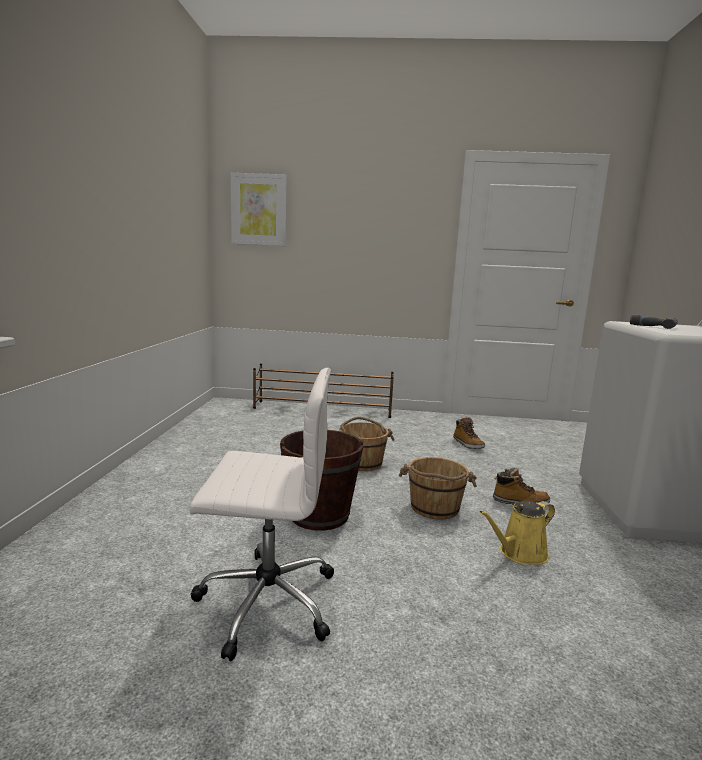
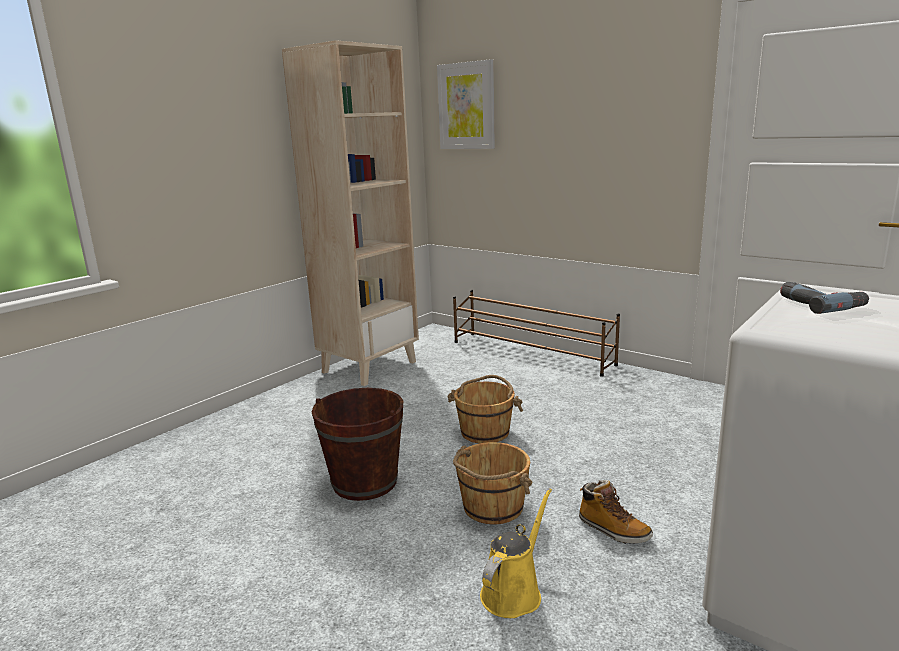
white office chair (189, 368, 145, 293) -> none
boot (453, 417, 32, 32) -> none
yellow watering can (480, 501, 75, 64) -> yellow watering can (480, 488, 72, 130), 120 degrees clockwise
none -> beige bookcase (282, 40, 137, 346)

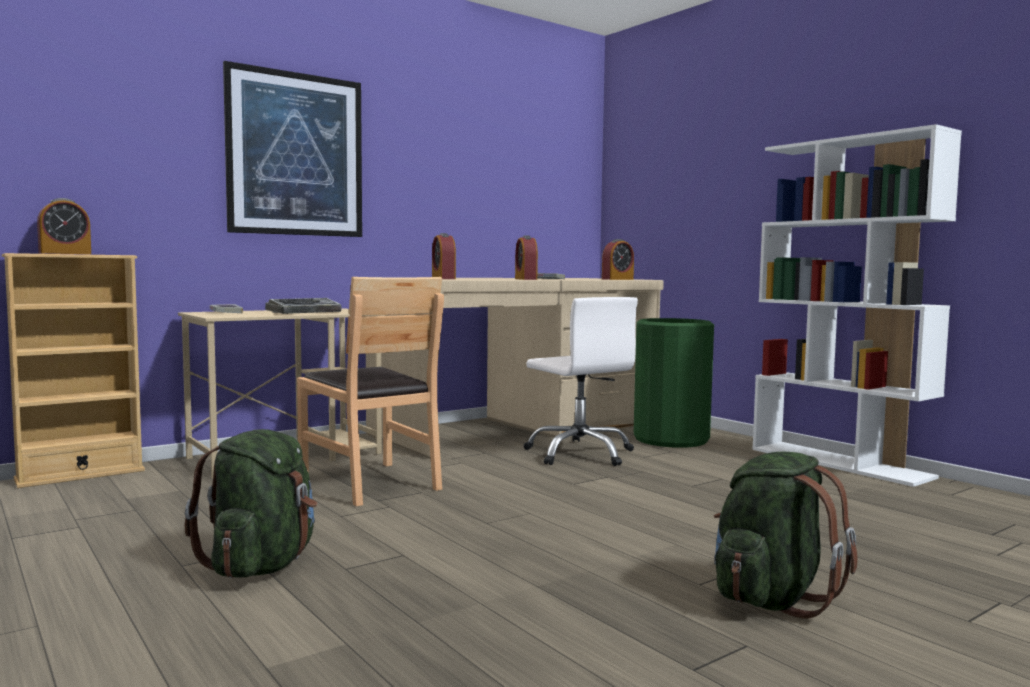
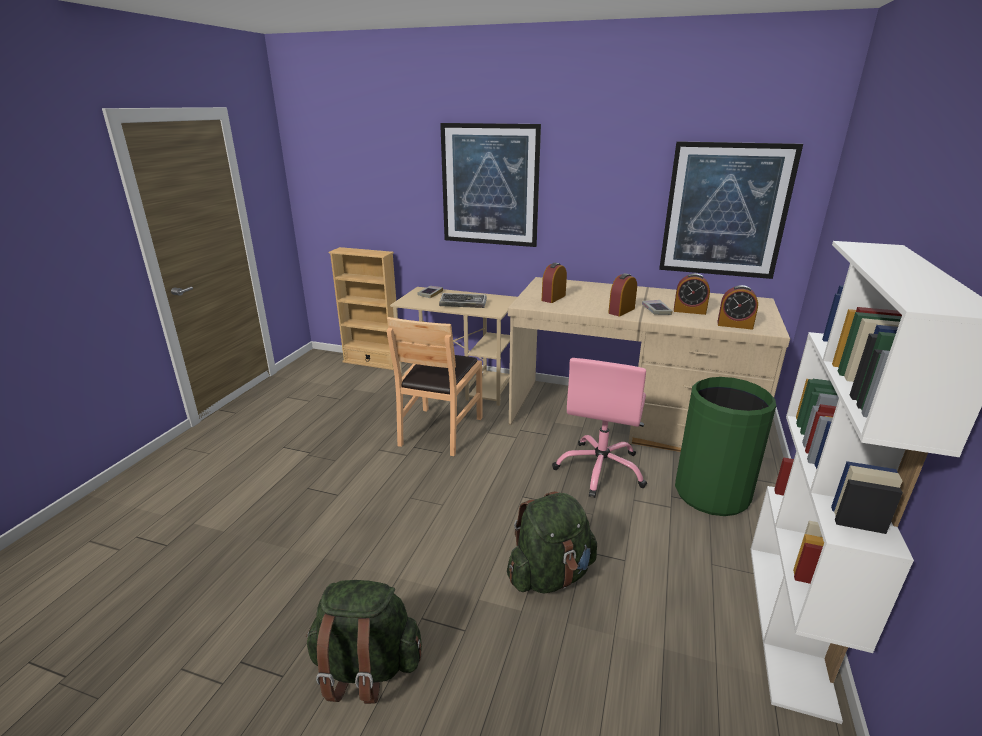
alarm clock (37, 198, 54, 56) -> alarm clock (674, 273, 36, 42), relocated
green backpack (185, 429, 132, 149) -> green backpack (507, 491, 90, 103), relocated
white office chair (523, 297, 115, 169) -> pink office chair (552, 358, 95, 140)
none -> picture (659, 141, 144, 138)

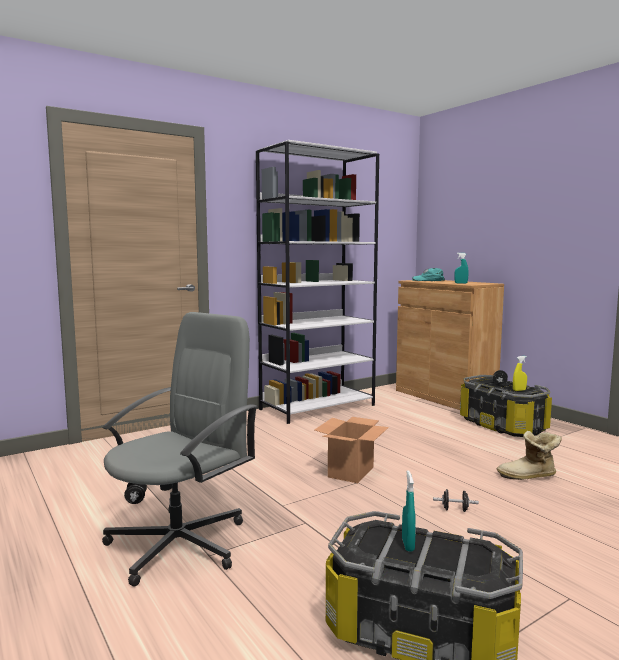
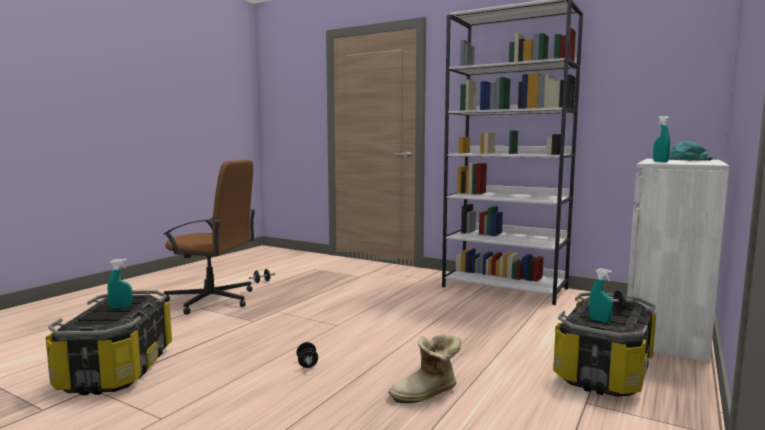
grey office chair (102, 312, 156, 275) -> brown office chair (163, 160, 92, 155)
cardboard box (314, 417, 75, 66) -> none
brown cabinet (396, 280, 108, 130) -> white cabinet (627, 159, 103, 204)
boot (497, 431, 65, 49) -> boot (388, 333, 73, 70), 90 degrees counterclockwise
yellow spray bottle (513, 356, 14, 35) -> turquoise spray bottle (589, 268, 24, 55)

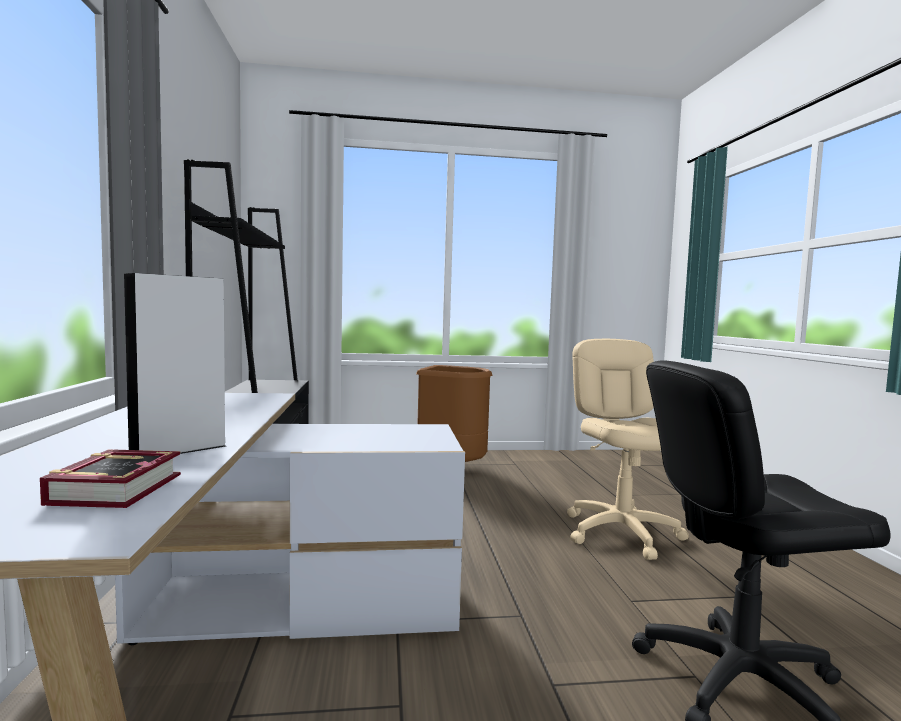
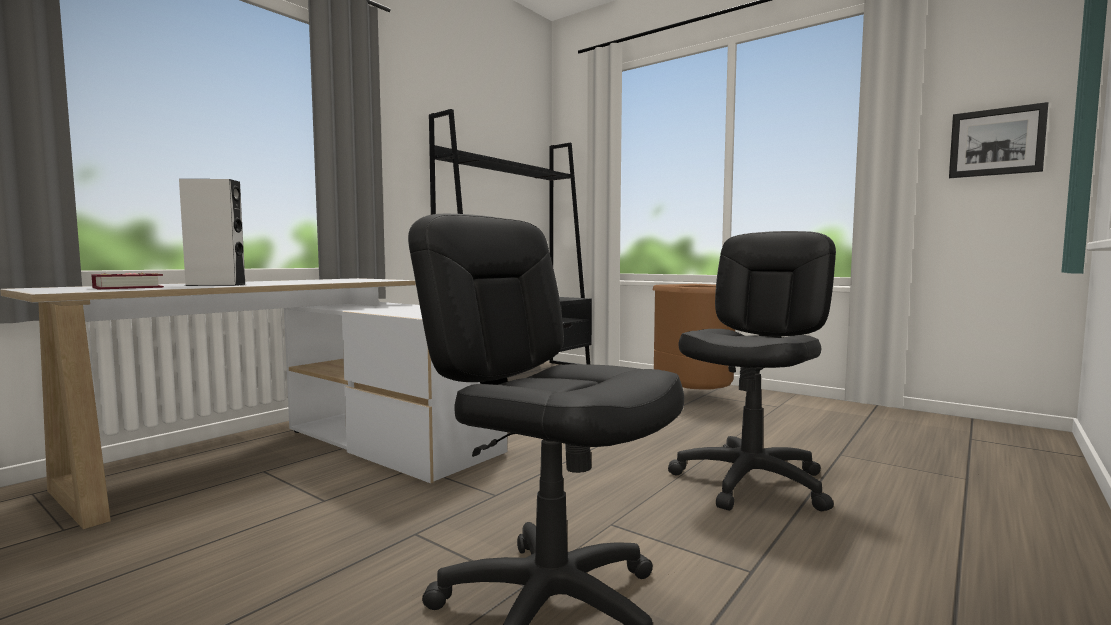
beige office chair (567, 339, 122, 221) -> black office chair (668, 231, 168, 280)
none -> picture (949, 102, 99, 76)

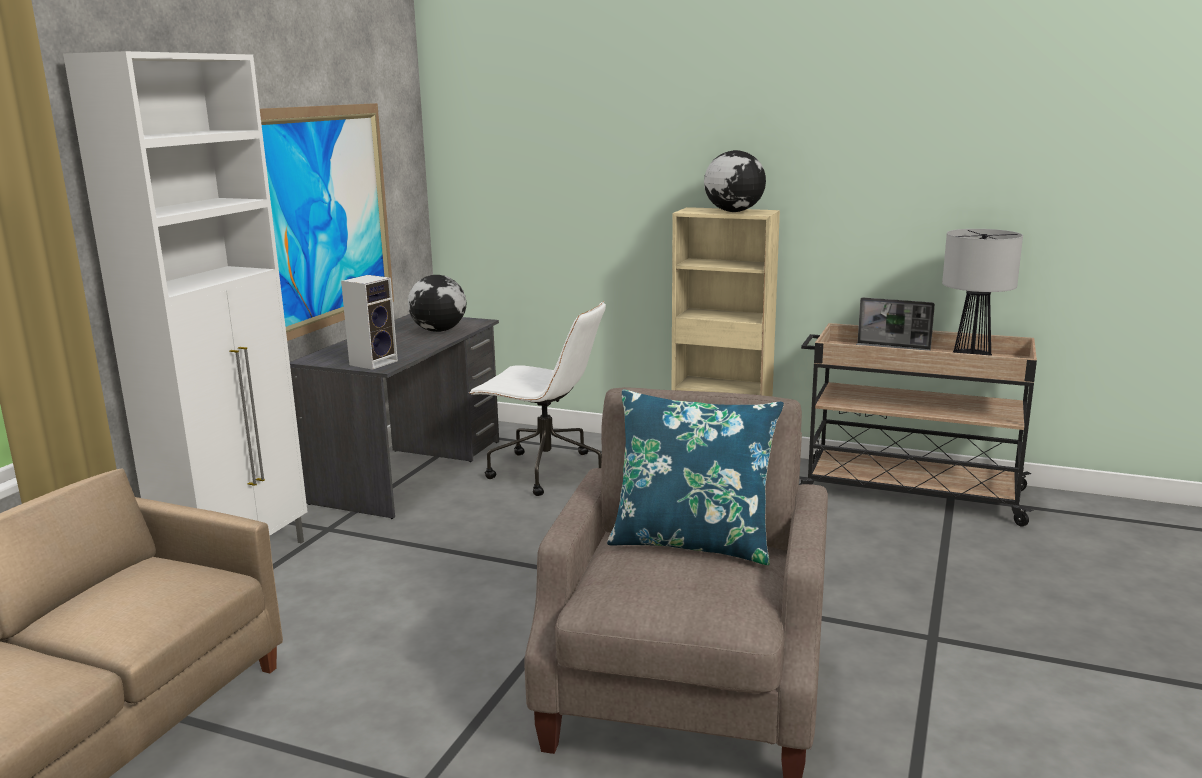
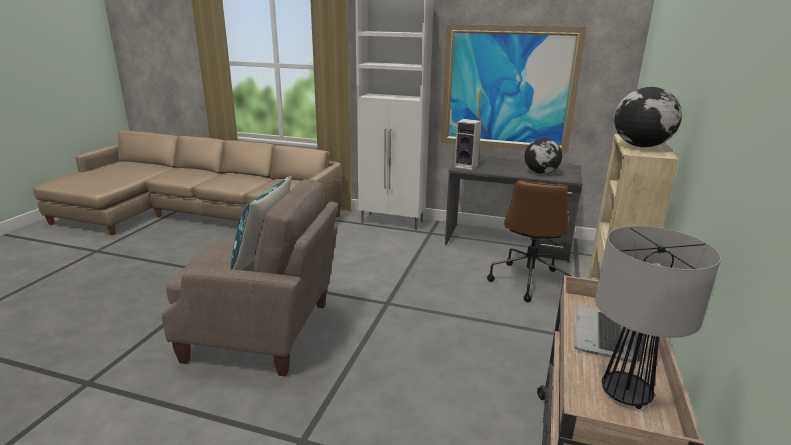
white office chair (469, 301, 137, 195) -> brown office chair (487, 181, 84, 121)

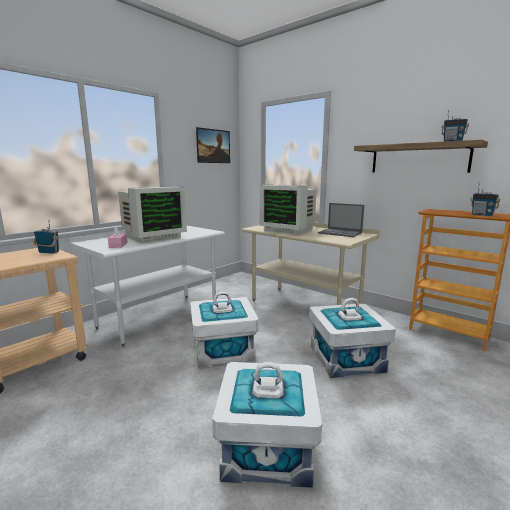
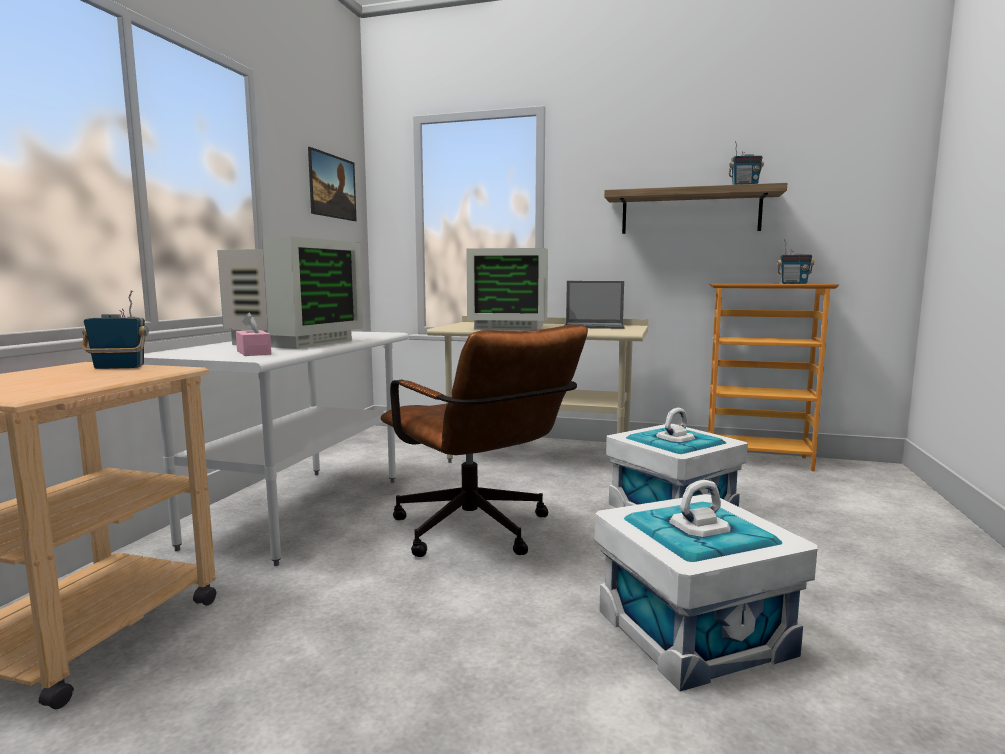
white storage box (190, 291, 69, 77) -> brown office chair (380, 324, 208, 233)

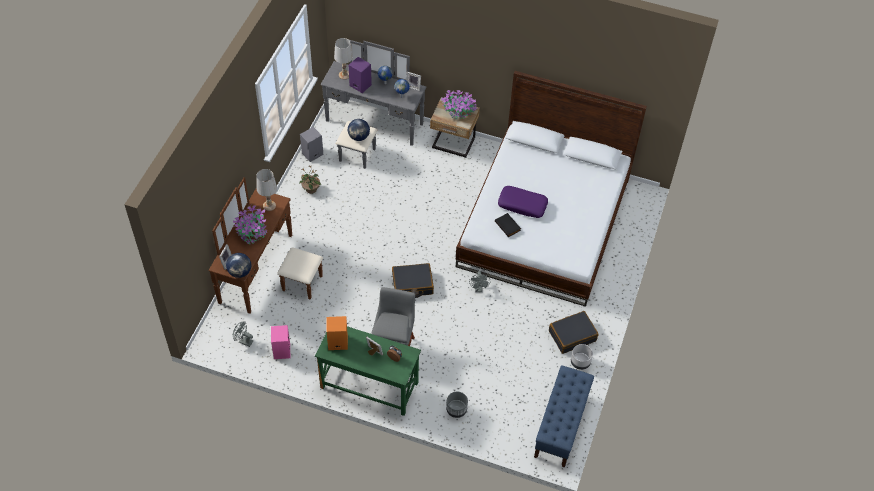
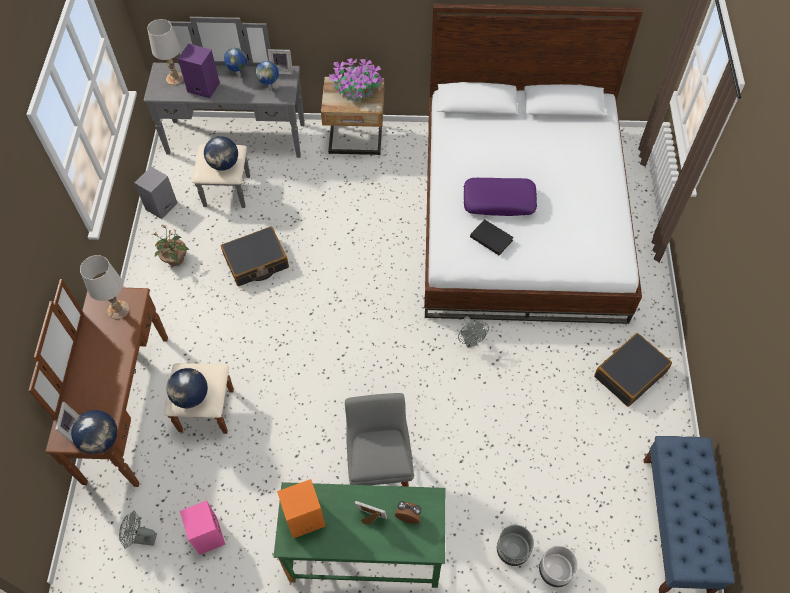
potted plant (233, 204, 34, 40) -> none
black suitcase (392, 263, 42, 35) -> black suitcase (221, 226, 68, 60), relocated
grey planter (571, 344, 22, 26) -> grey planter (539, 546, 39, 41), relocated
none -> globe (166, 368, 42, 40)

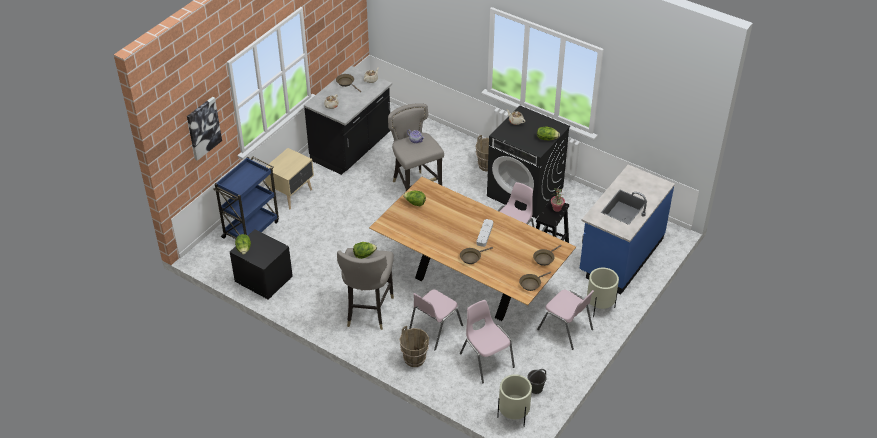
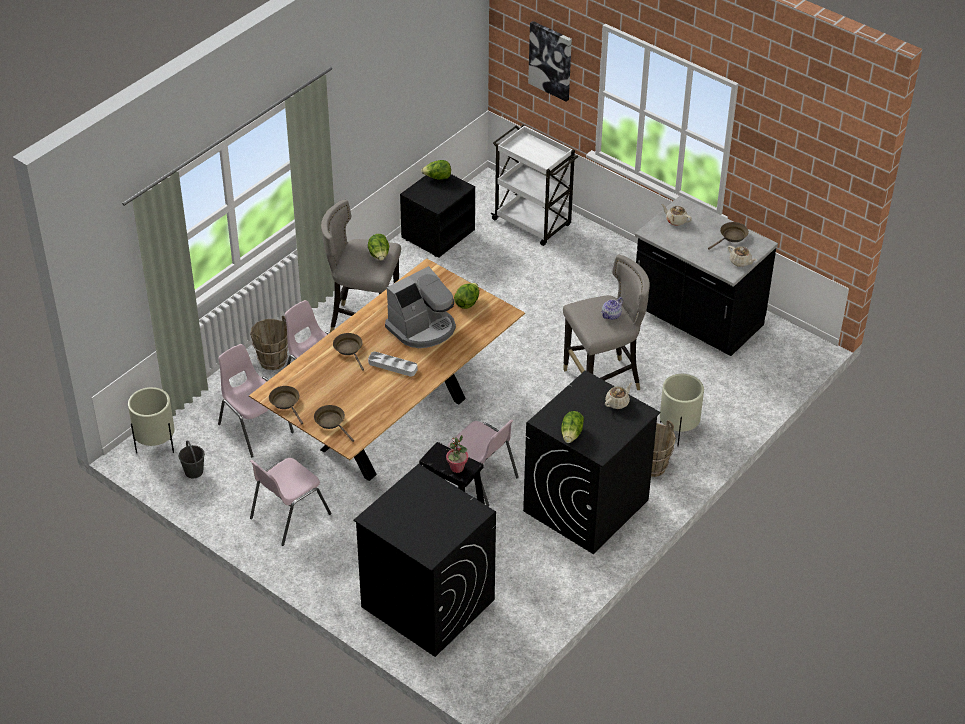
blue cart (213, 156, 66, 83) -> white cart (490, 125, 88, 121)
beige nightstand (265, 148, 49, 61) -> none
pink chair (460, 300, 55, 83) -> pink chair (218, 344, 76, 113), 105 degrees counterclockwise
blue counter (580, 164, 95, 130) -> black washing machine (354, 464, 142, 193)
beige planter (587, 268, 32, 49) -> beige planter (660, 374, 44, 73), relocated
none -> coffee machine (385, 266, 71, 82)

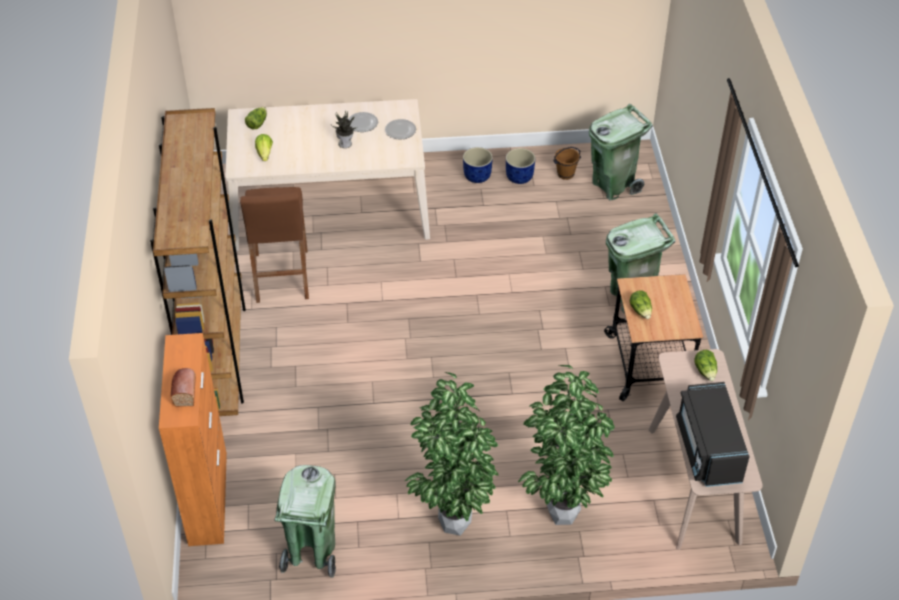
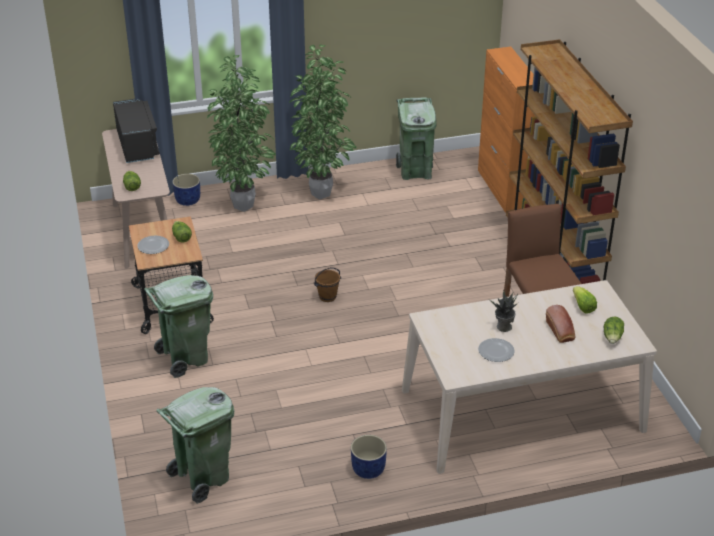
bread (171, 368, 25, 39) -> bread (546, 305, 29, 38), relocated
plate (385, 119, 31, 21) -> plate (137, 236, 32, 18), relocated
blue planter (506, 148, 29, 36) -> blue planter (172, 174, 28, 32), relocated
brown bucket (553, 147, 28, 33) -> brown bucket (314, 267, 27, 35), relocated

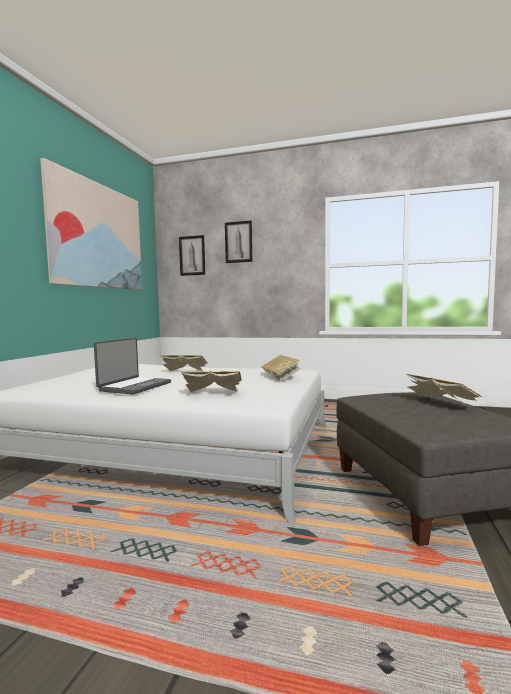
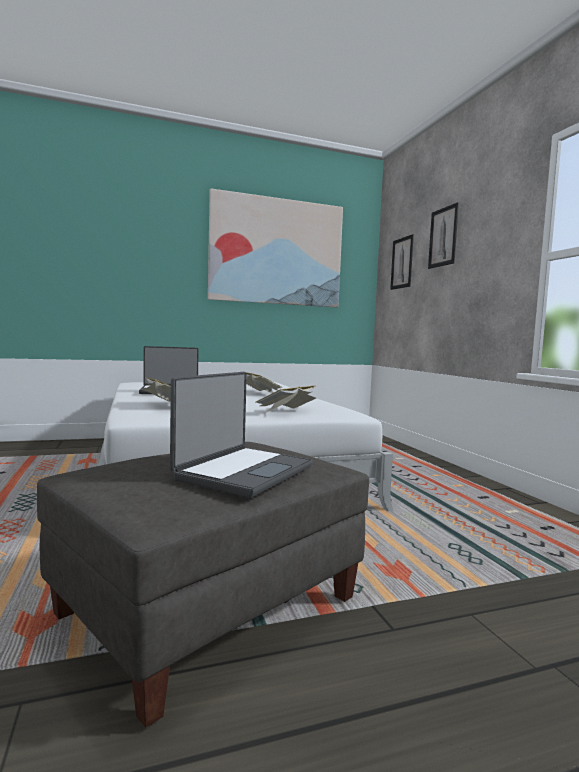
book (407, 374, 75, 32) -> laptop (170, 372, 143, 126)

